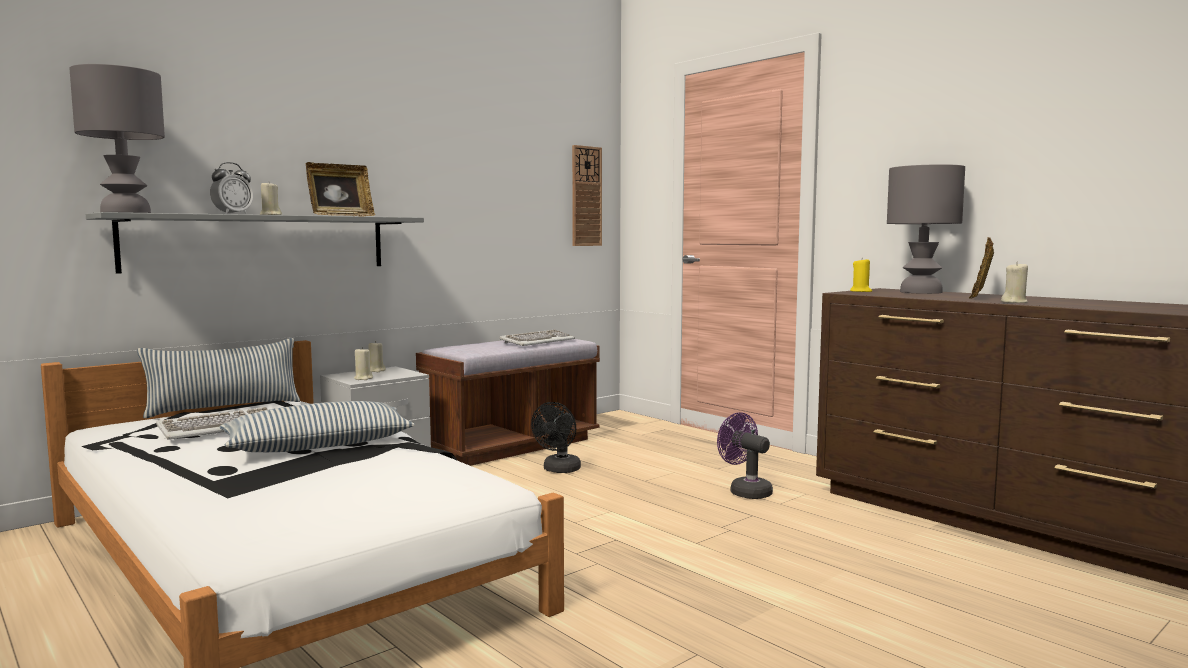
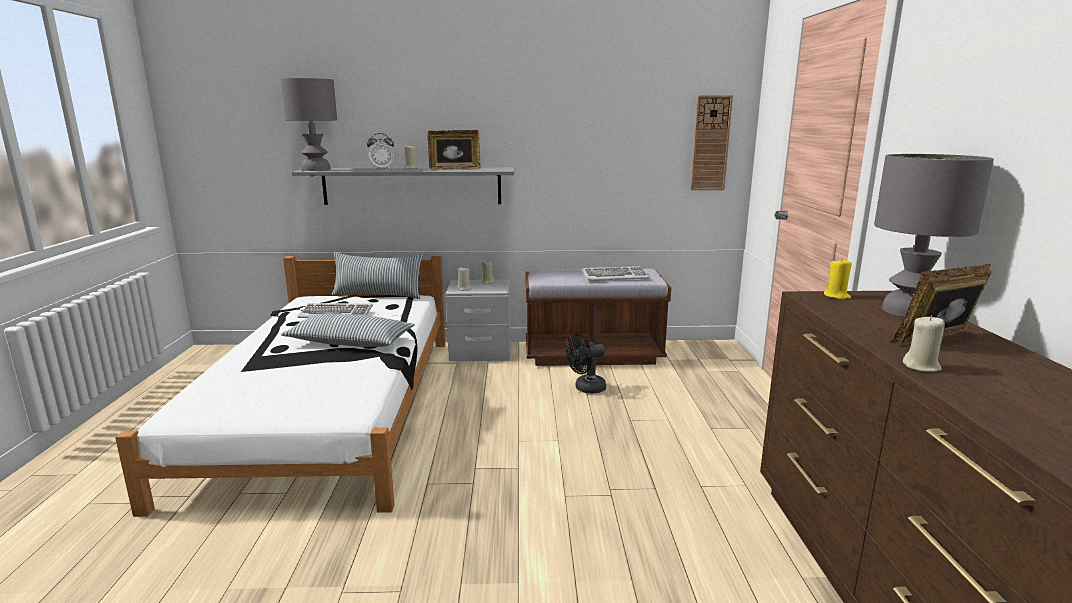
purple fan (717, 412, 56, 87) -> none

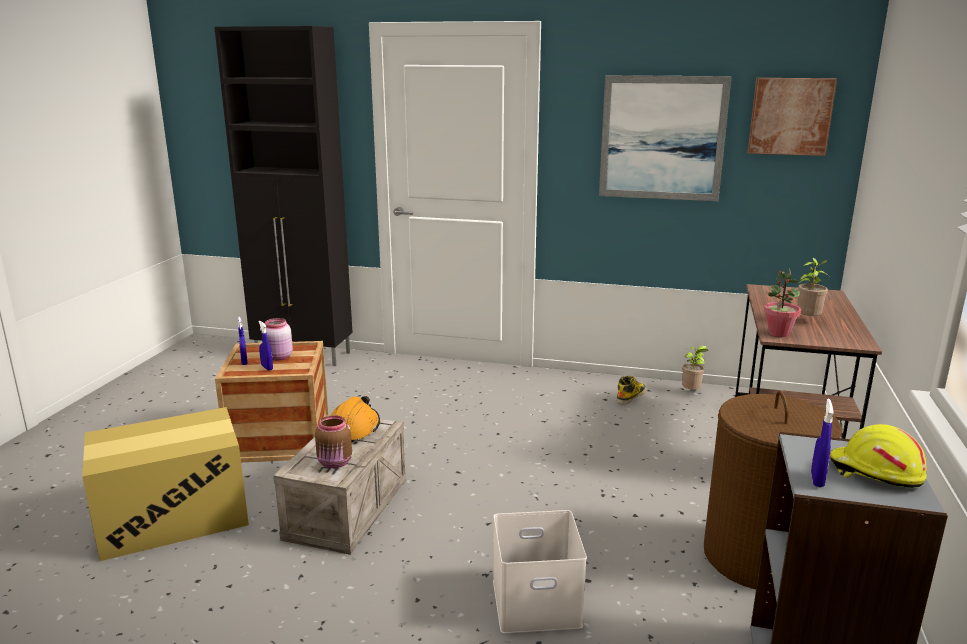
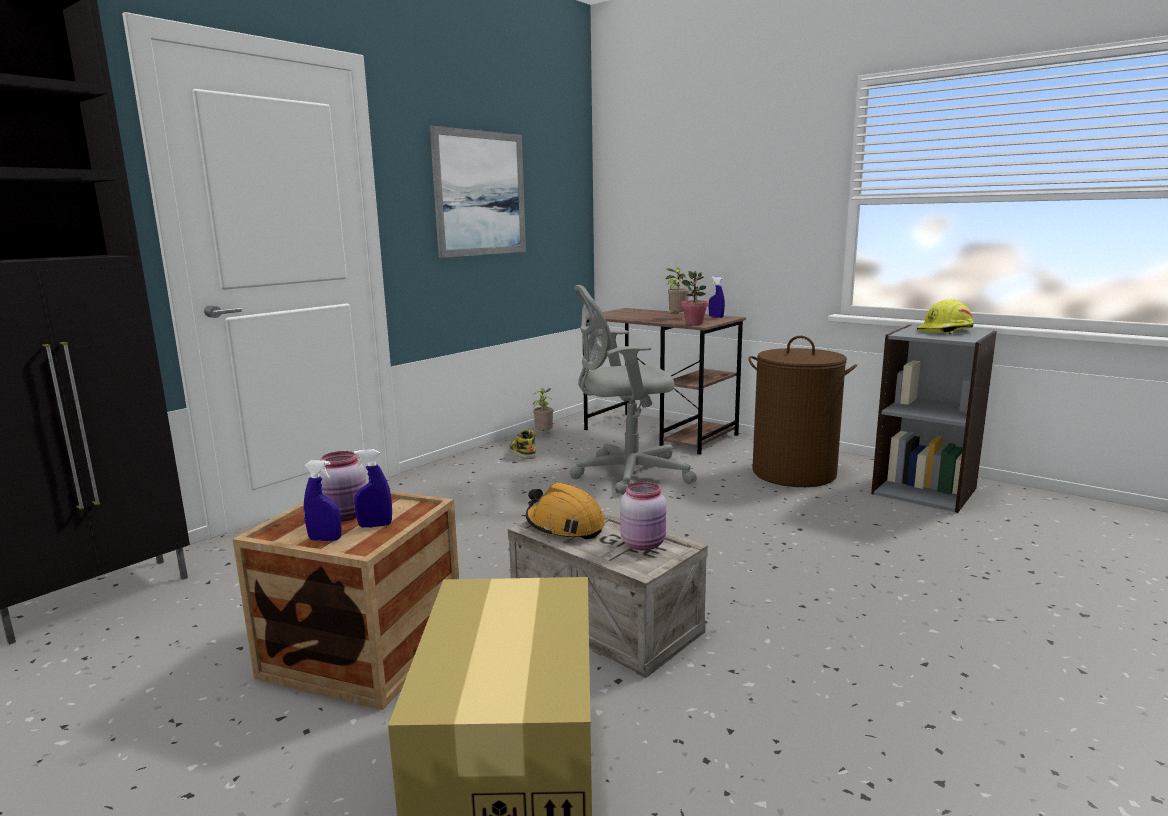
brown jar (315, 415, 37, 53) -> pink jar (620, 482, 46, 69)
white storage box (493, 510, 94, 124) -> none
picture (748, 78, 89, 78) -> none
blue spray bottle (811, 399, 23, 88) -> blue spray bottle (708, 276, 17, 42), relocated
none -> grey office chair (569, 285, 128, 210)

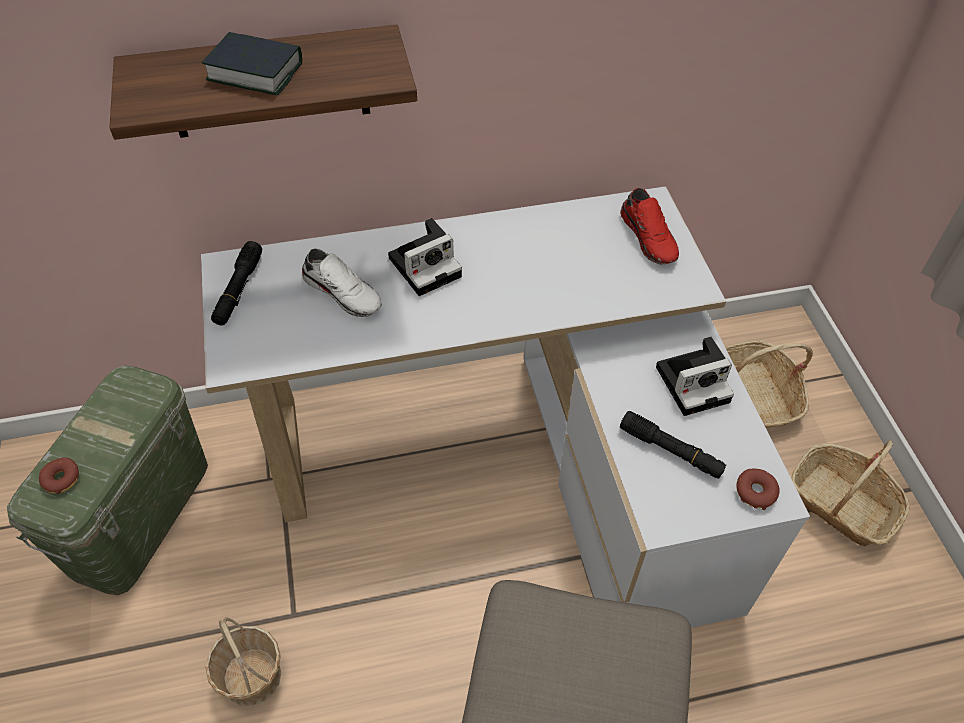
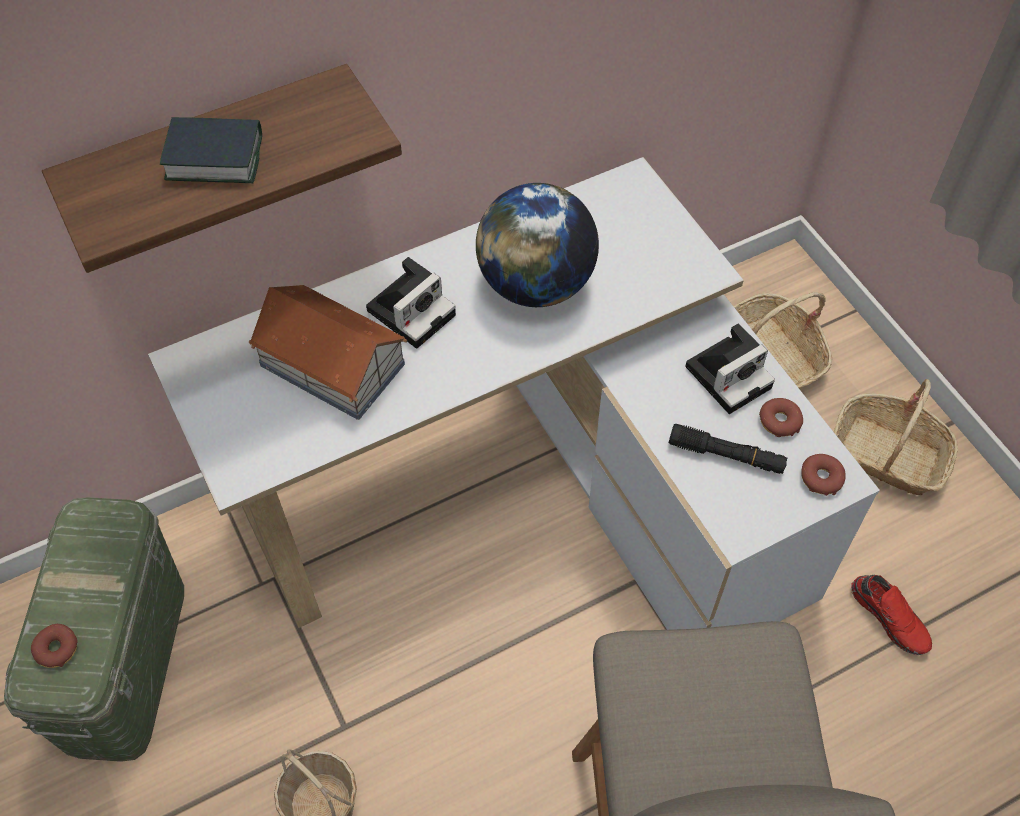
black flashlight (211, 241, 51, 85) -> none
white shoe (302, 249, 80, 68) -> toy house (248, 285, 159, 135)
red shoe (620, 188, 59, 77) -> red shoe (851, 575, 81, 80), relocated
none -> globe (476, 183, 123, 124)
none -> donut (759, 398, 44, 39)

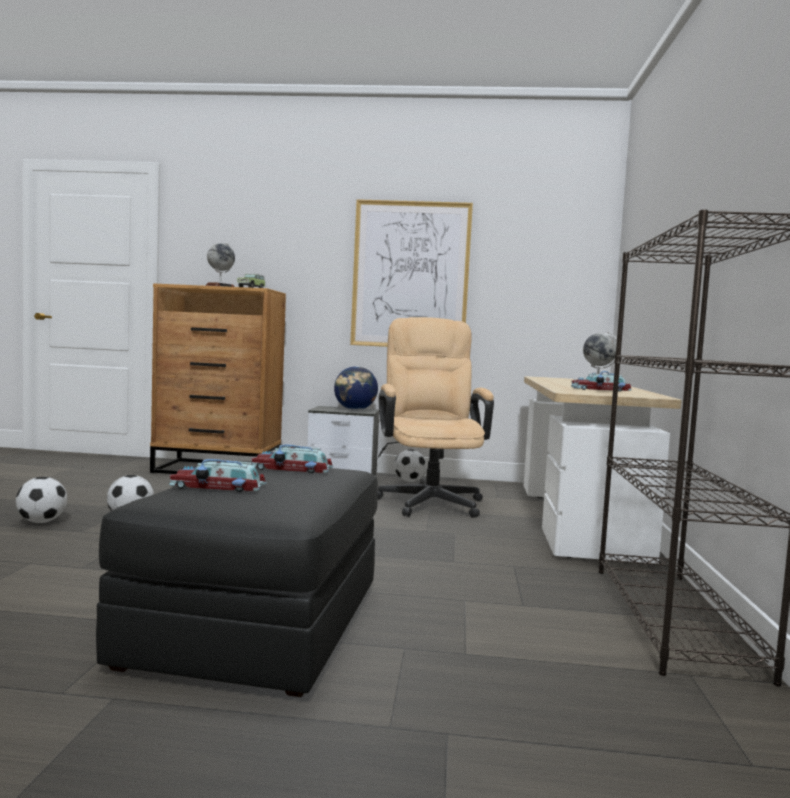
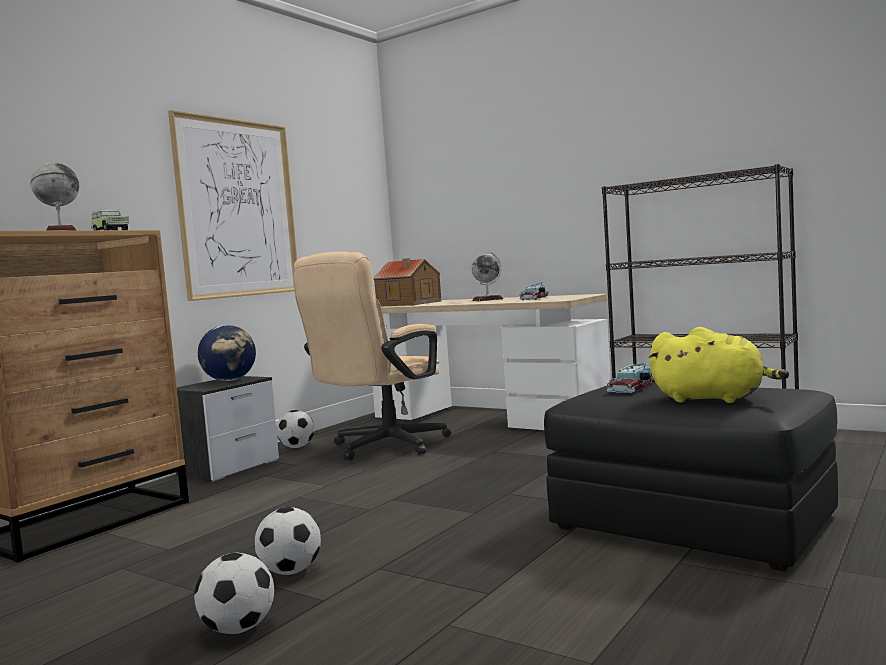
toy car (169, 459, 97, 33) -> yellow plush toy (649, 327, 140, 76)
beige office chair (377, 317, 117, 201) -> beige office chair (293, 252, 158, 208), 75 degrees counterclockwise
none -> toy house (373, 258, 68, 48)

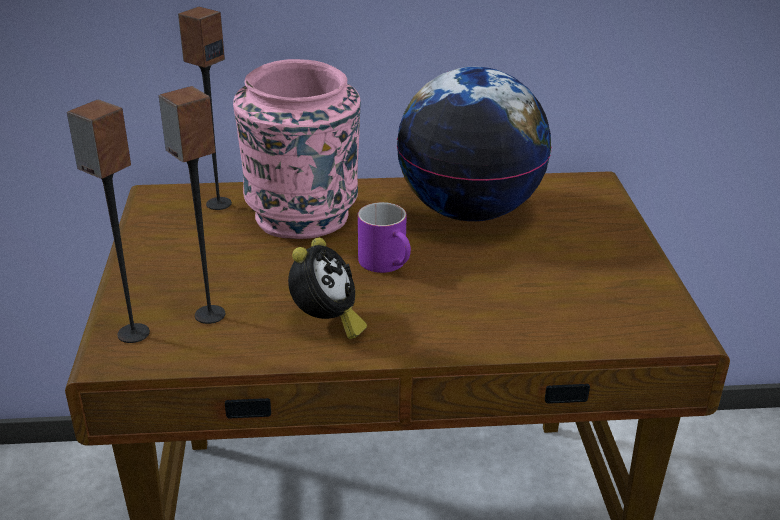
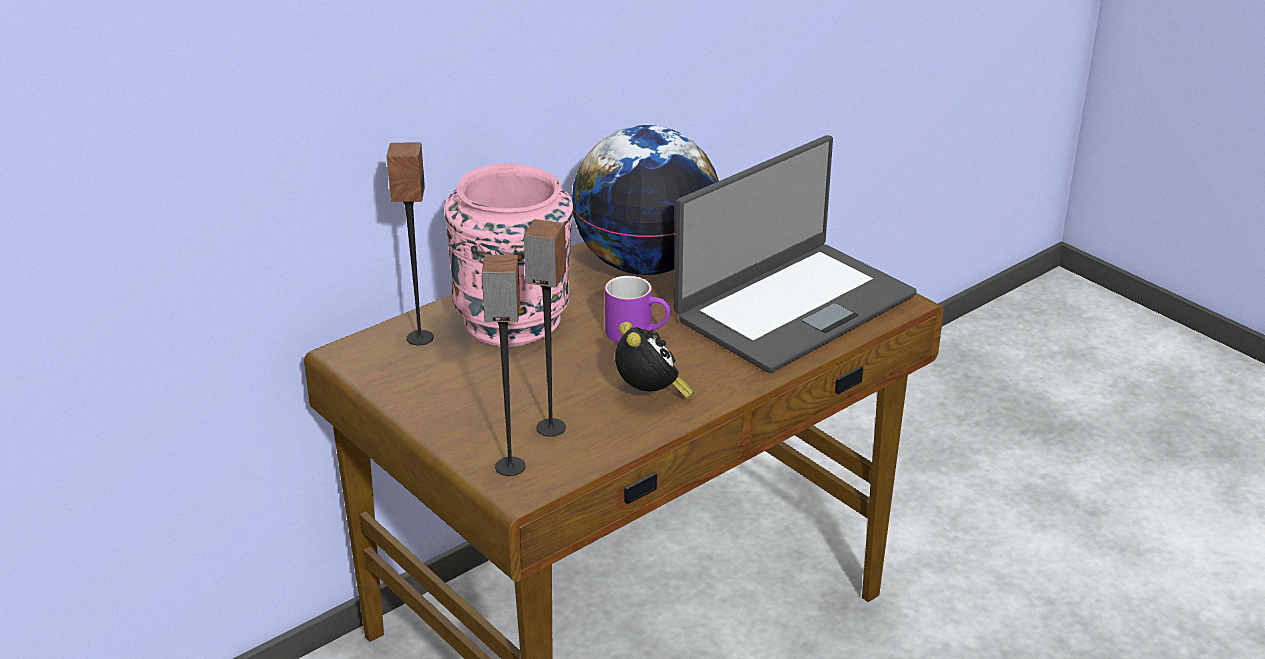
none -> laptop (674, 135, 243, 238)

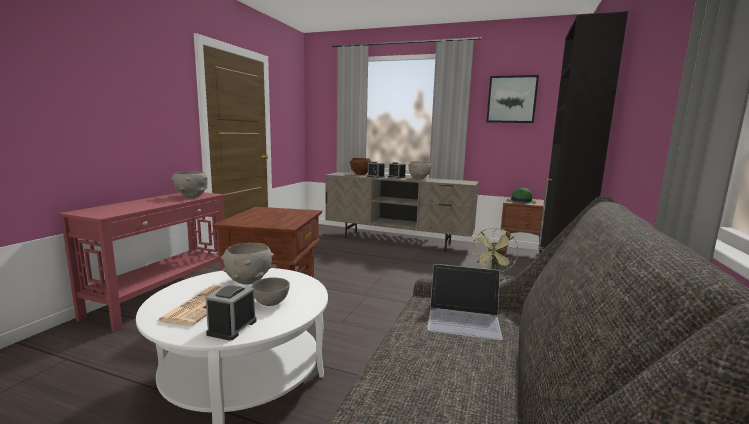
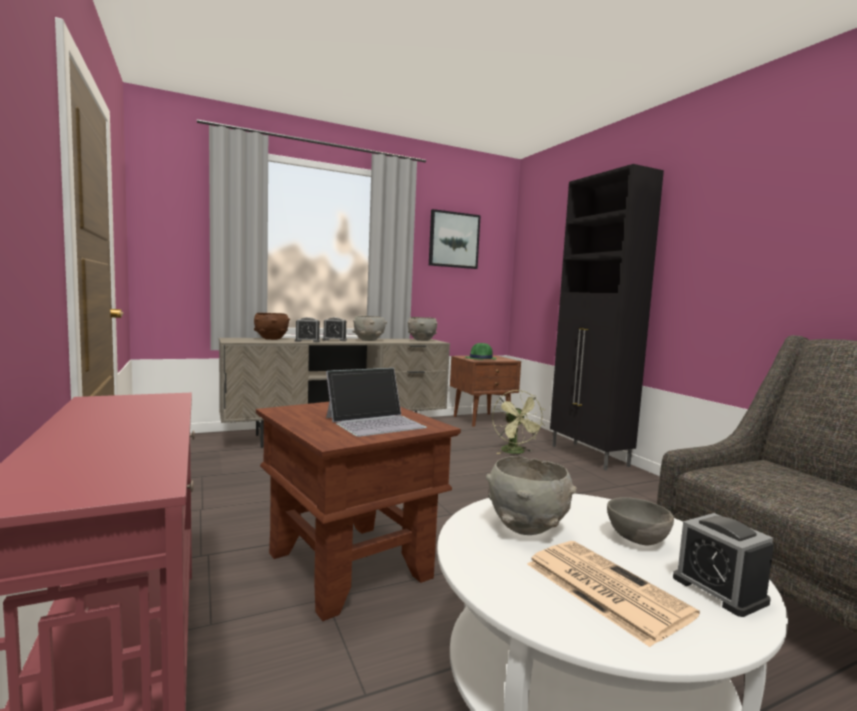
grey bowl (171, 171, 37, 27) -> grey bowl (407, 317, 30, 24), relocated
laptop (427, 264, 76, 76) -> laptop (326, 368, 101, 69), relocated

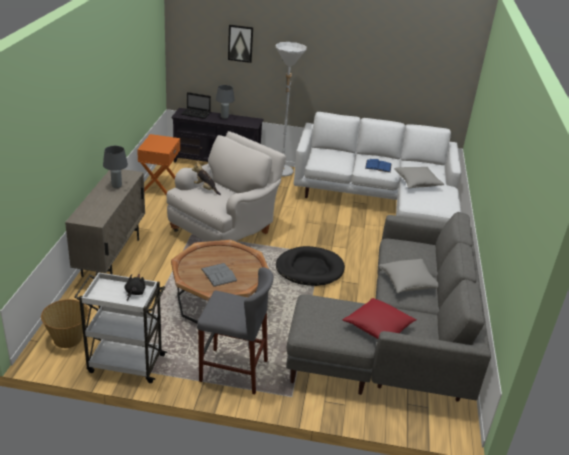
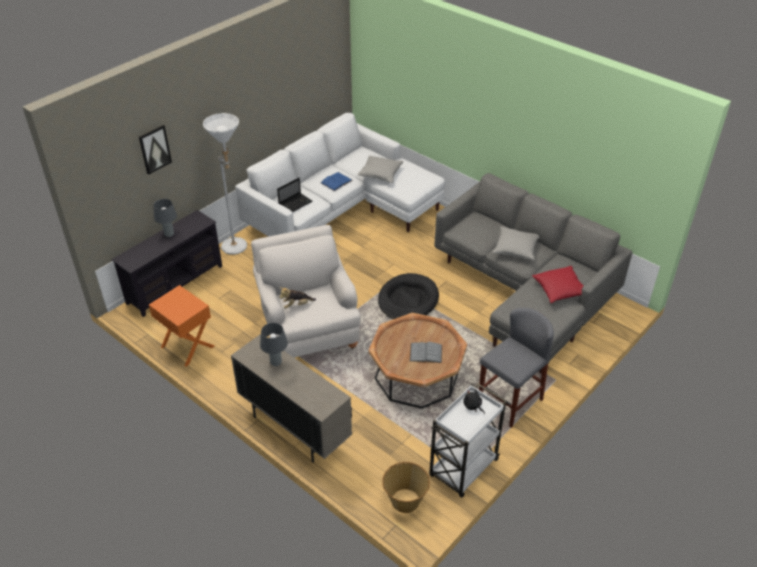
laptop (181, 92, 30, 27) -> laptop (277, 178, 35, 34), relocated

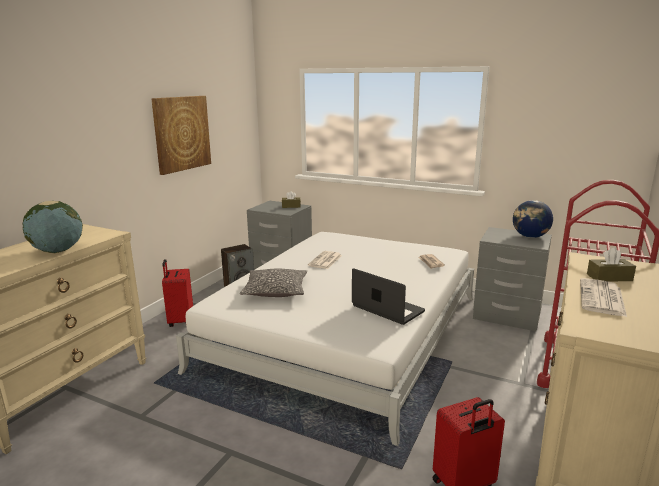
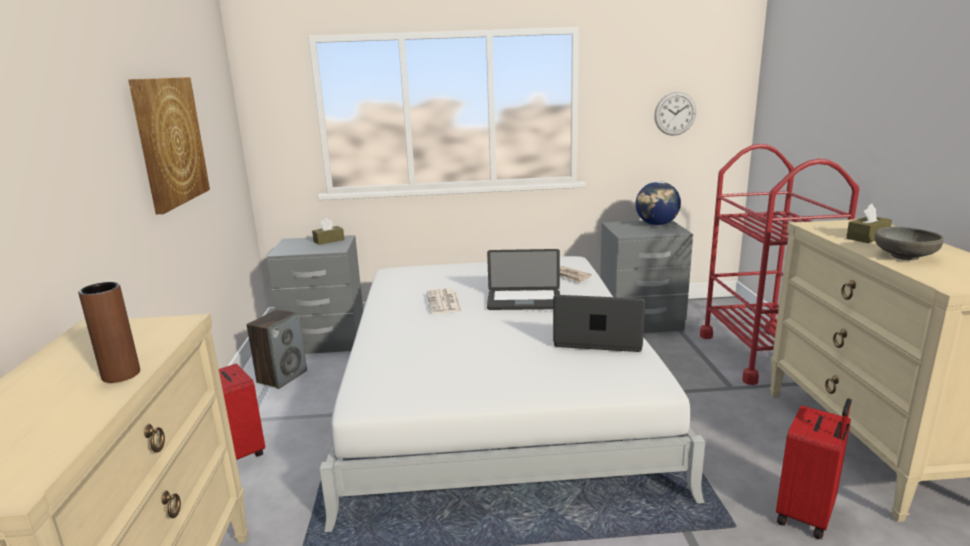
globe (23, 201, 60, 52) -> brown vase (78, 282, 62, 101)
pillow (240, 269, 67, 28) -> none
newspaper (580, 278, 47, 39) -> grey bowl (875, 227, 69, 33)
none -> laptop (487, 249, 73, 61)
none -> wall clock (654, 92, 42, 44)

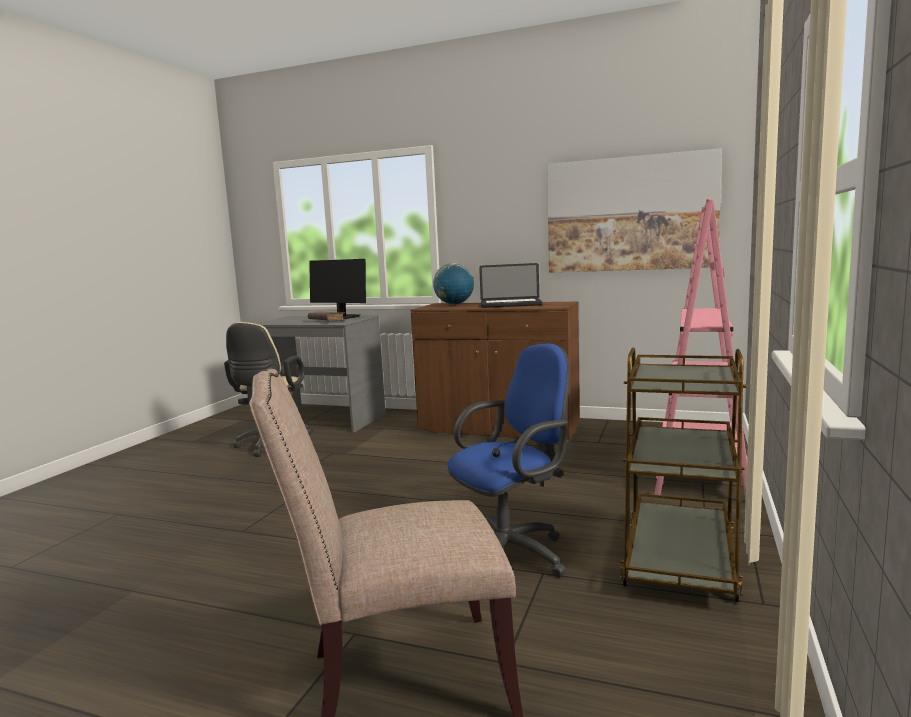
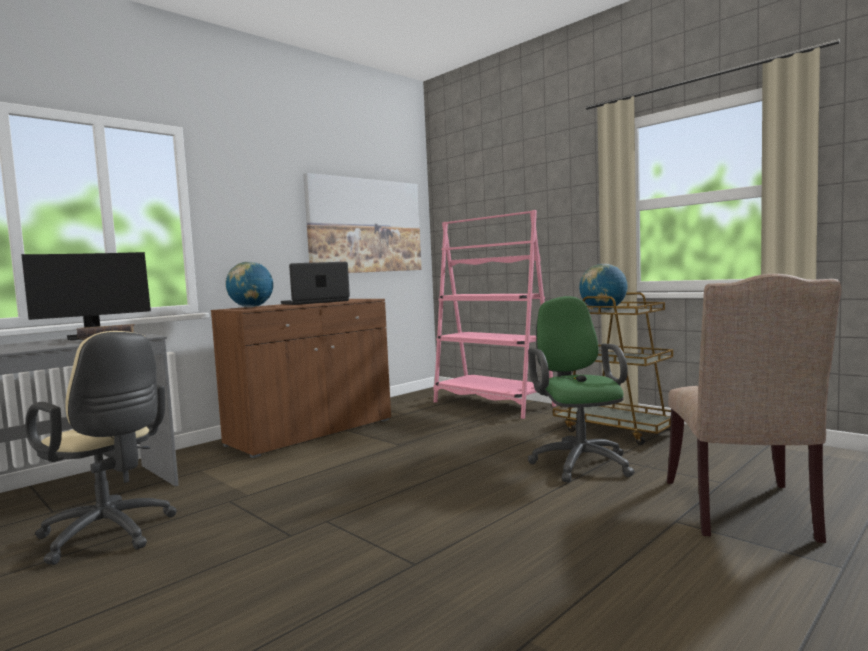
blue office chair (447, 344, 122, 233) -> green office chair (528, 296, 107, 187)
laptop (479, 263, 64, 45) -> laptop (281, 262, 69, 43), 150 degrees counterclockwise
none -> globe (579, 264, 49, 46)

